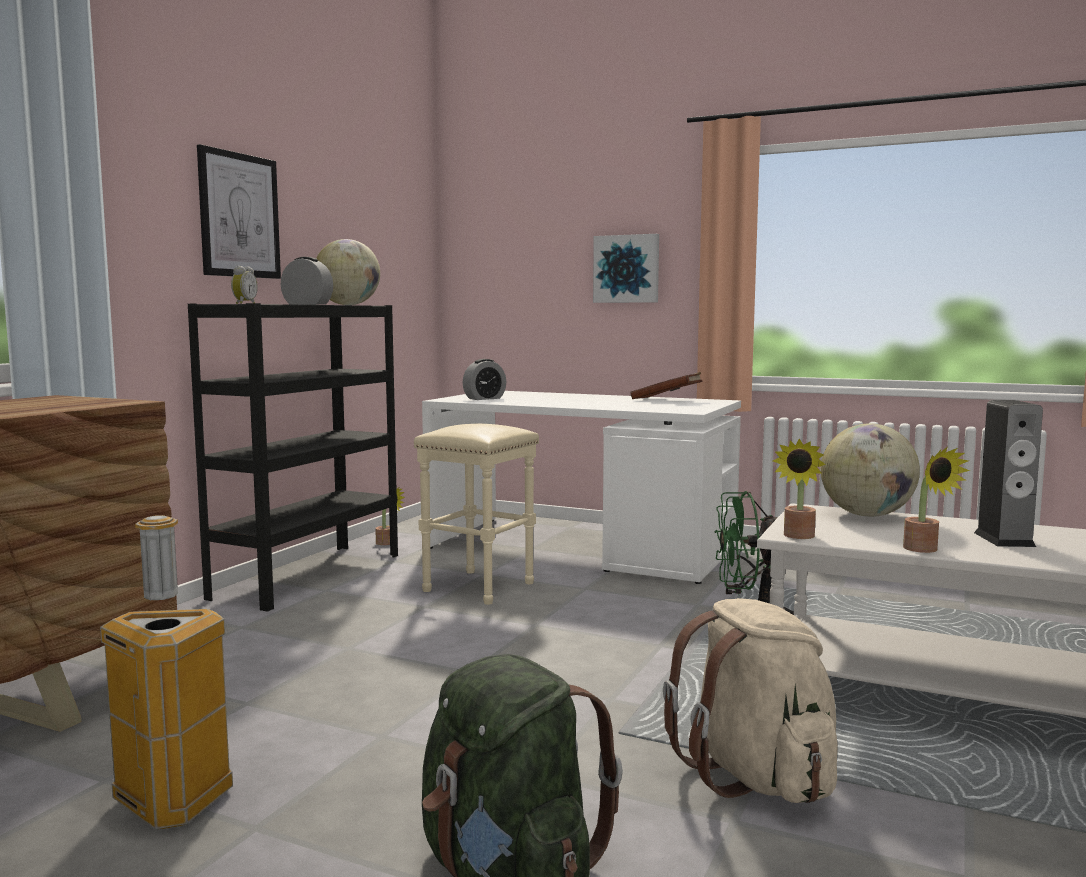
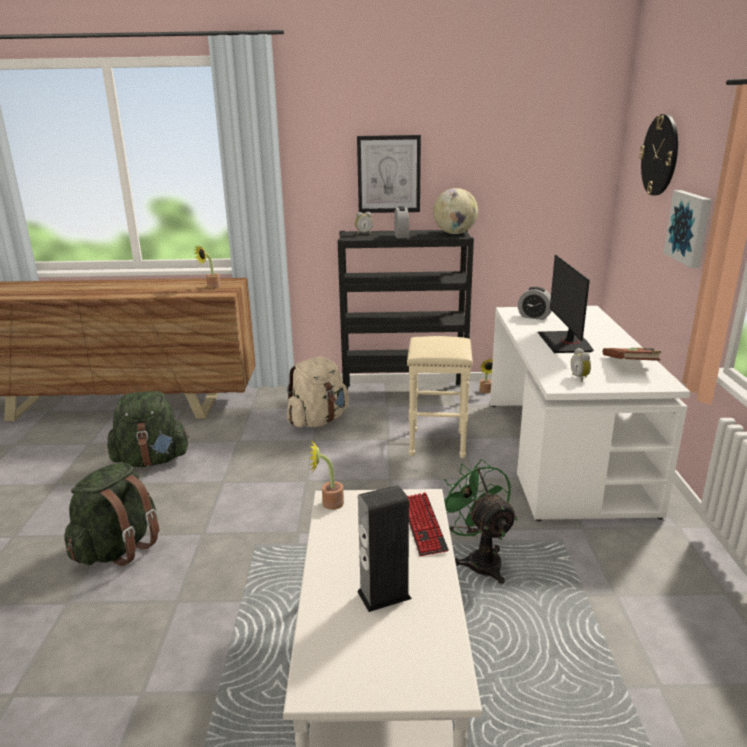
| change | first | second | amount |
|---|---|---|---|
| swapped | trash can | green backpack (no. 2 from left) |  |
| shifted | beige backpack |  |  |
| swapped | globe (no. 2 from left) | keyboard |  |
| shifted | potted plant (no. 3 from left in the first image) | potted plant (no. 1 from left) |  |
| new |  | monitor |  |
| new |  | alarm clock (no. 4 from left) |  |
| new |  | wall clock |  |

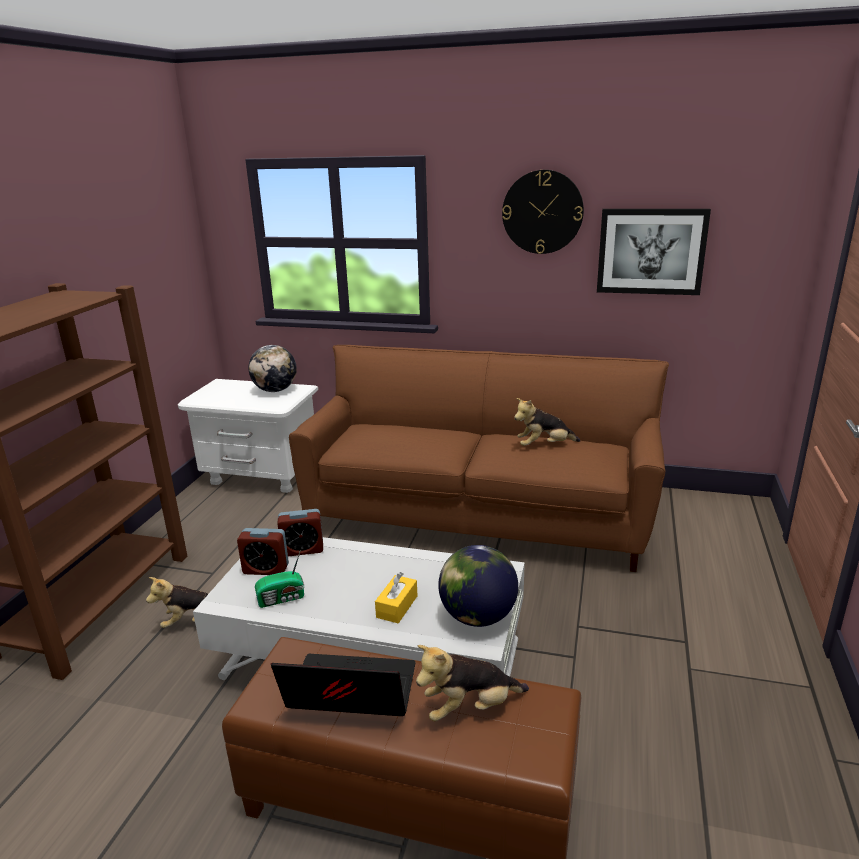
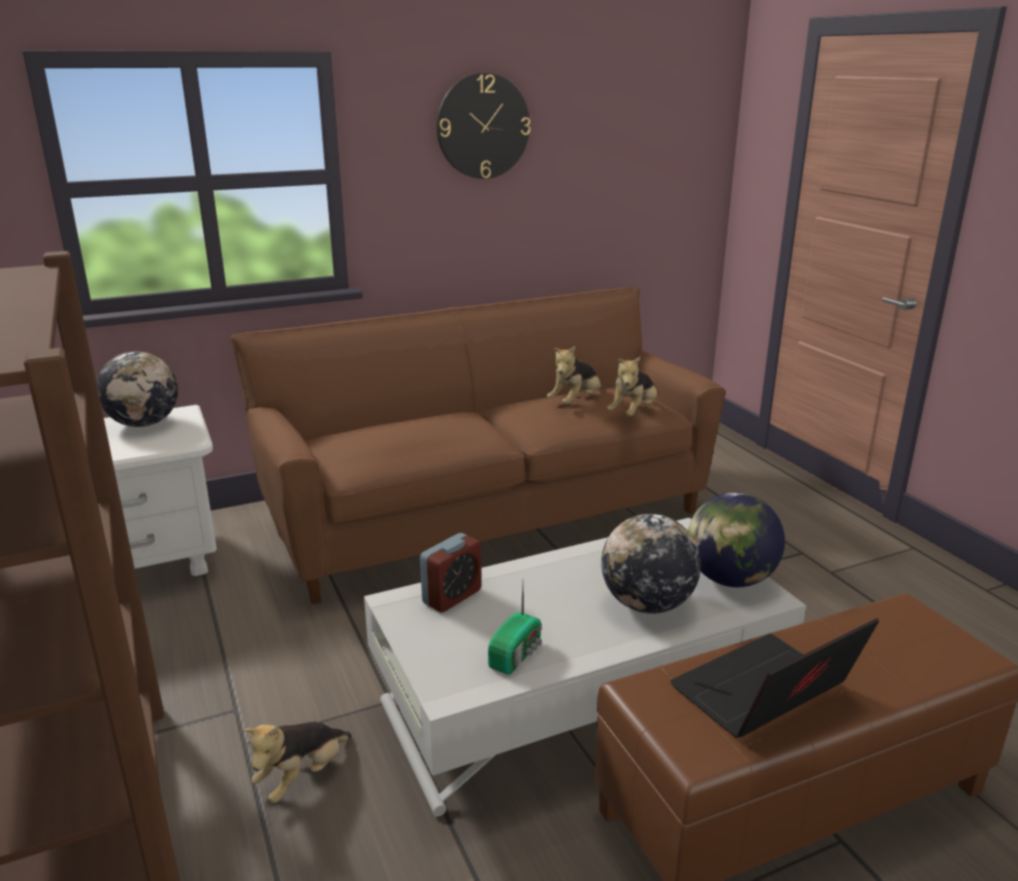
| change | first | second | amount |
|---|---|---|---|
| gone | alarm clock (no. 1 from left) |  |  |
| swapped | yellow tissue box | globe (no. 2 from left) |  |
| shifted | plush toy (no. 2 from left in the first image) | plush toy (no. 3 from left) |  |
| gone | picture |  |  |

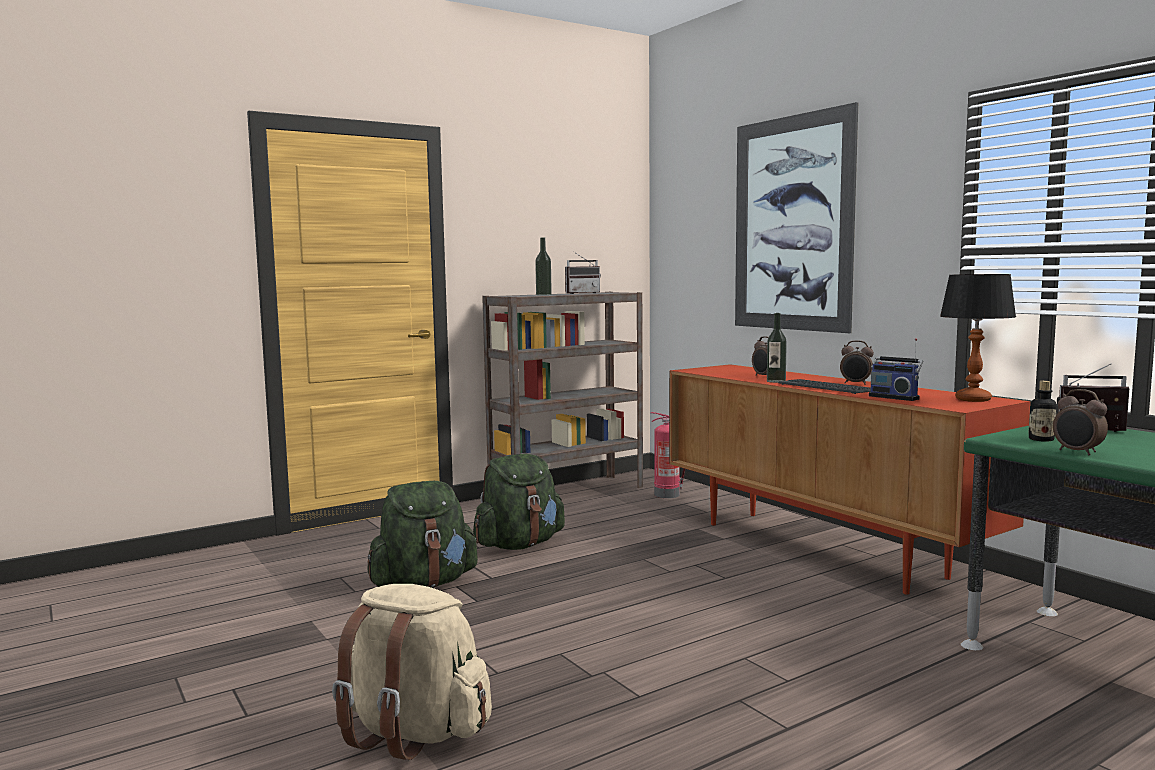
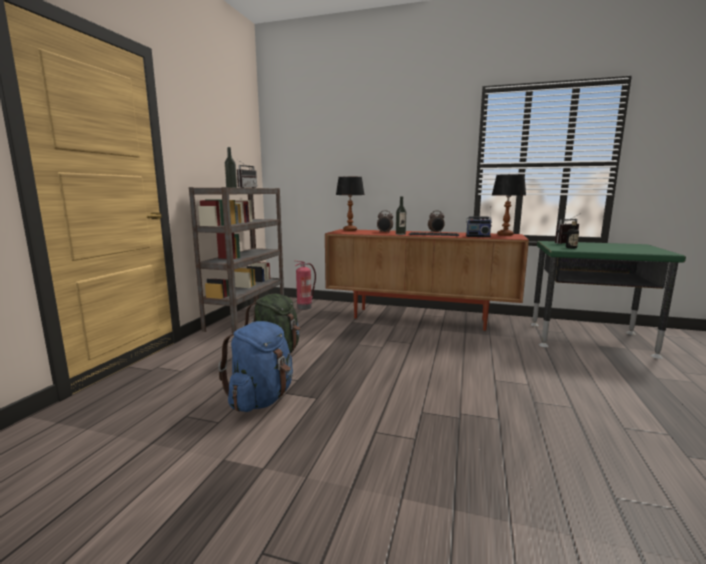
| change | first | second | amount |
|---|---|---|---|
| gone | beige backpack |  |  |
| repainted | green backpack (no. 1 from left) | blue backpack |  |
| gone | picture |  |  |
| gone | alarm clock (no. 3 from left) |  |  |
| new |  | table lamp (no. 1 from left) |  |

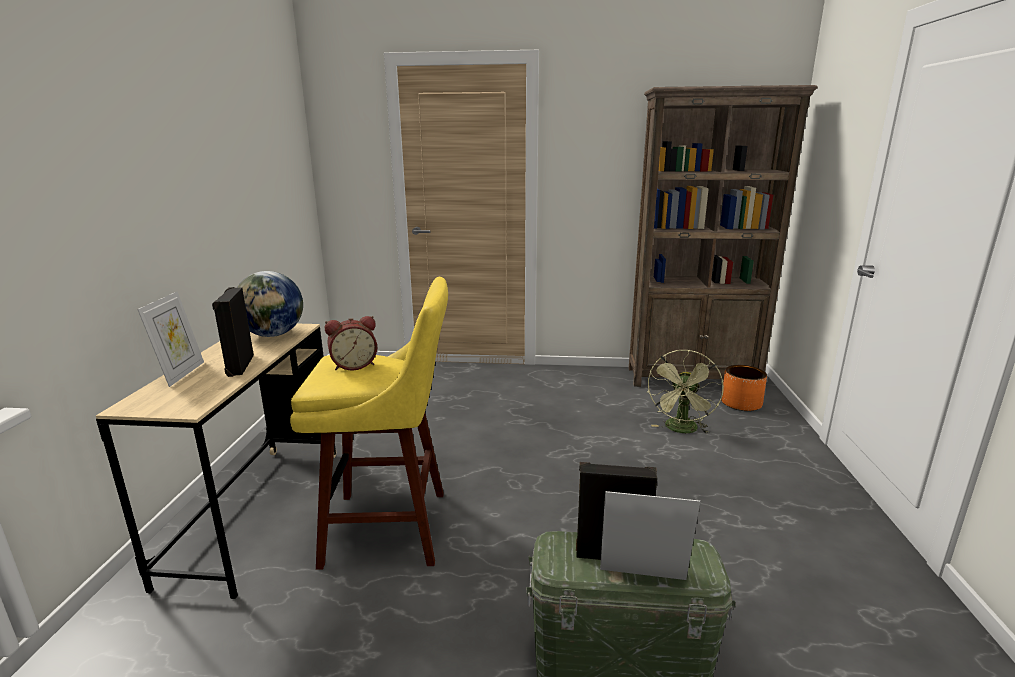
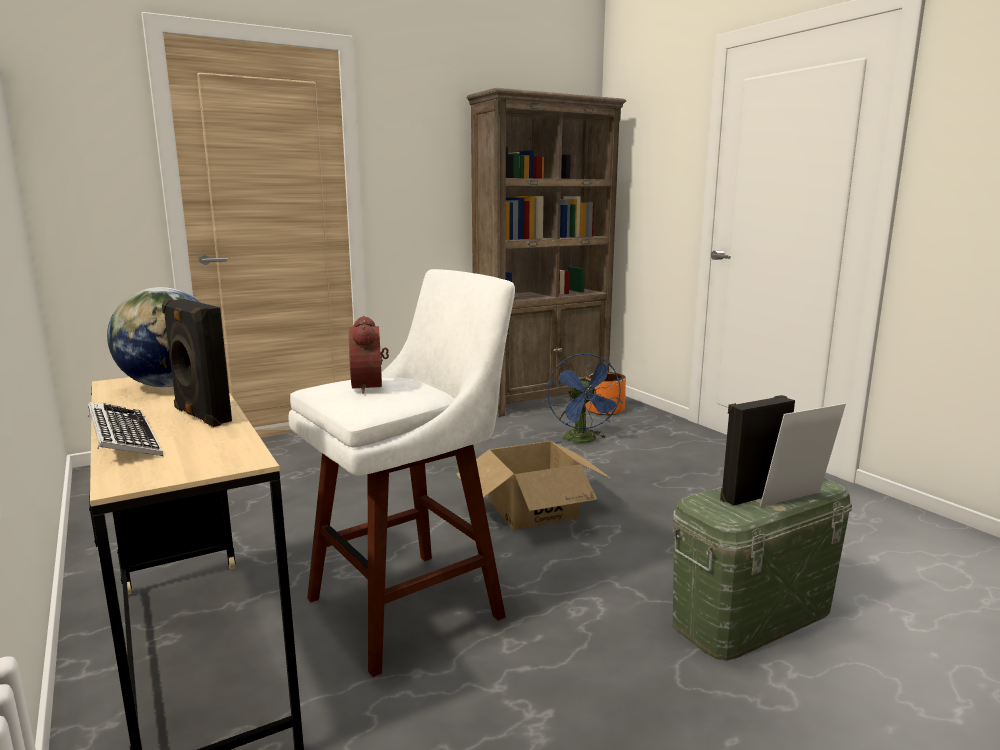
| change | first | second | amount |
|---|---|---|---|
| swapped | picture frame (no. 1 from left) | keyboard |  |
| repainted | yellow stool | white stool |  |
| rotated | alarm clock |  | 135 degrees clockwise |
| repainted | green fan | blue fan |  |
| new |  | cardboard box |  |

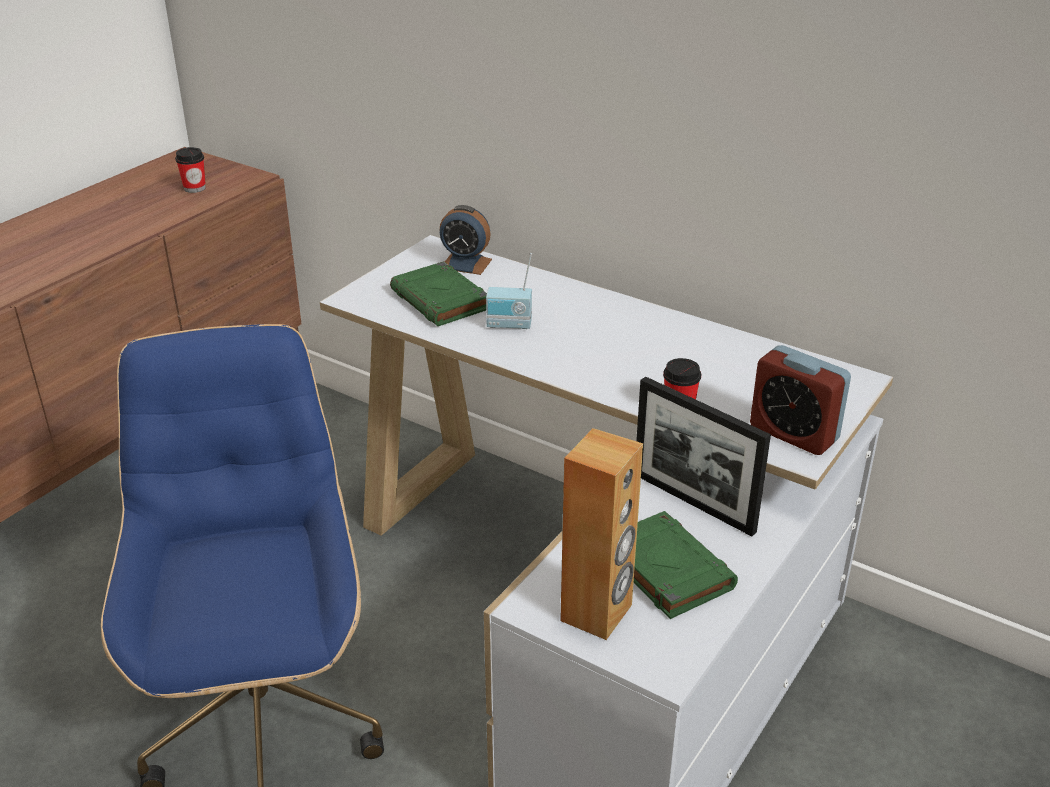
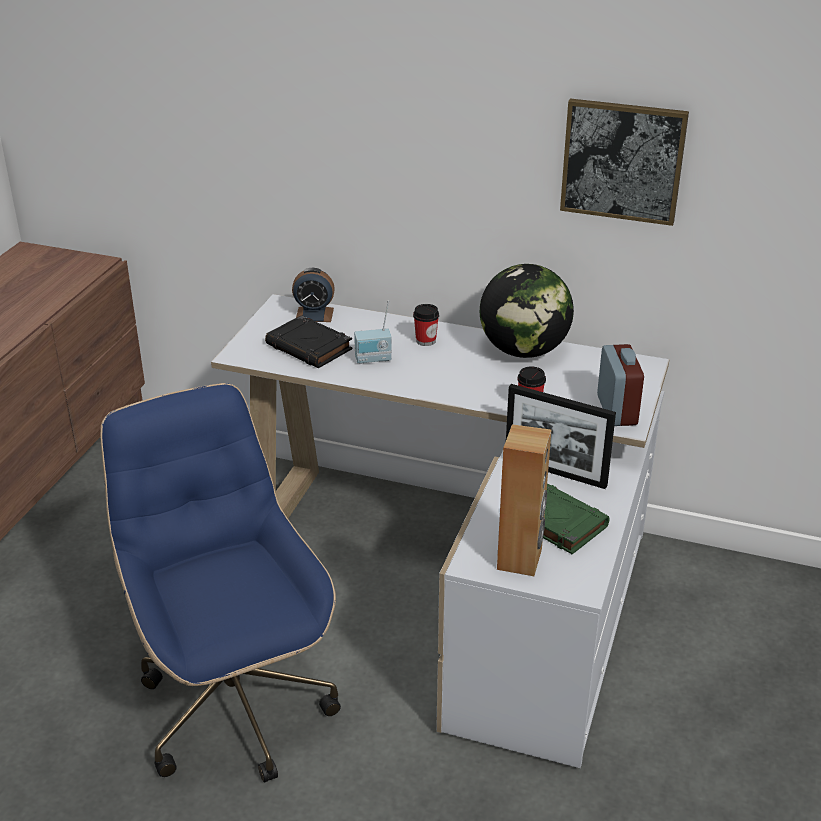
| change | first | second | amount |
|---|---|---|---|
| shifted | cup (no. 1 from left) |  |  |
| repainted | green book (no. 1 from left) | black book |  |
| rotated | alarm clock (no. 2 from left) |  | 120 degrees counterclockwise |
| new |  | globe |  |
| new |  | picture |  |

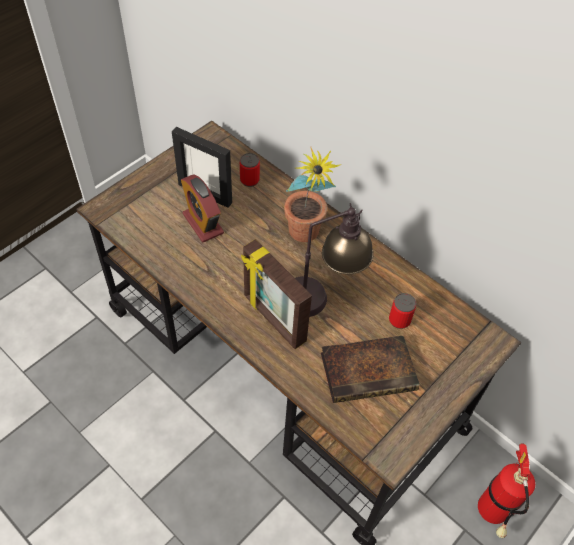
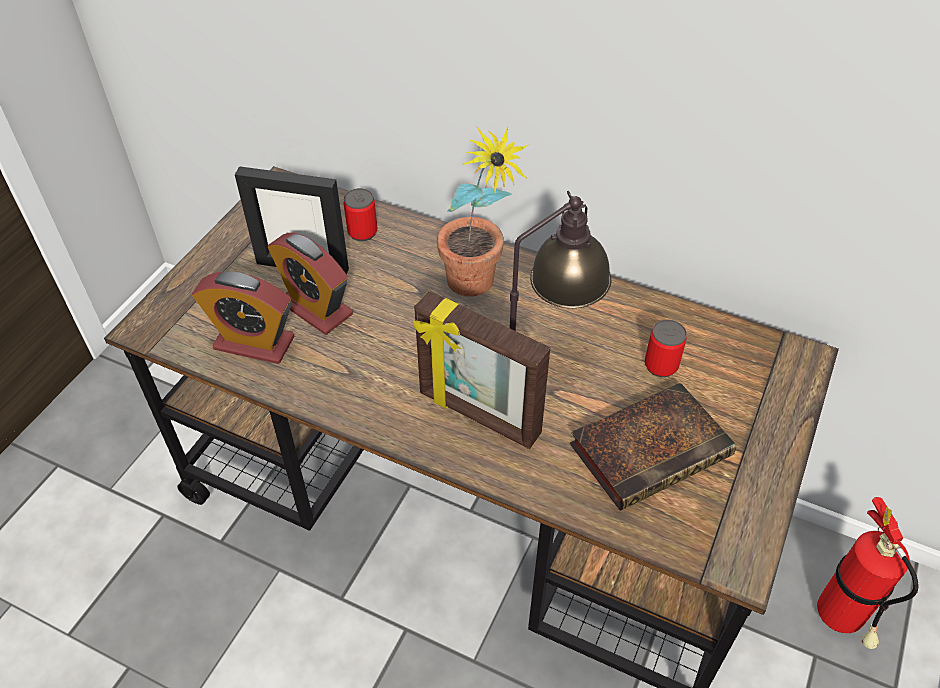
| change | first | second | amount |
|---|---|---|---|
| new |  | alarm clock (no. 1 from left) |  |

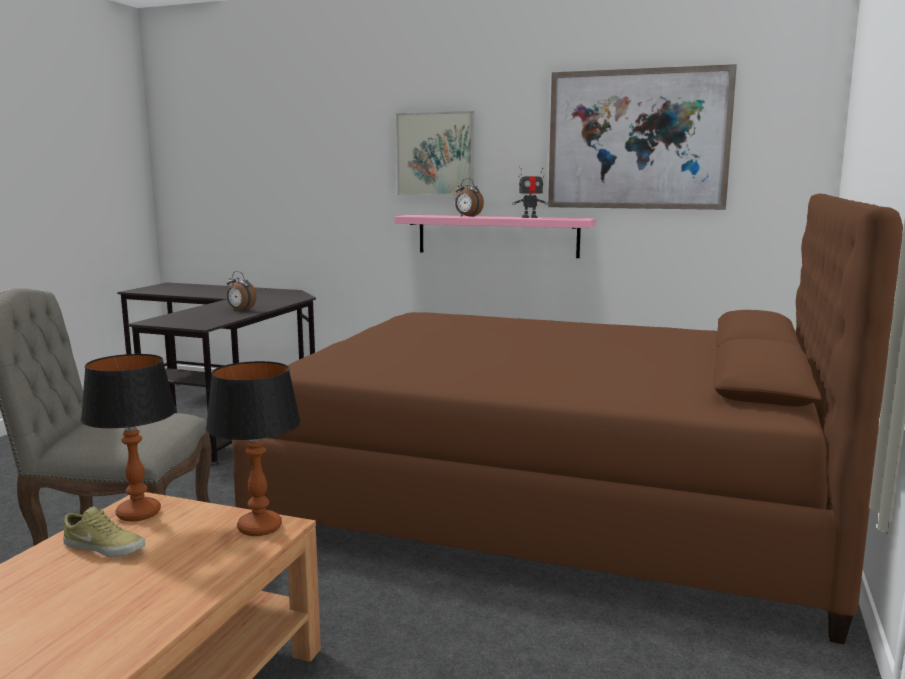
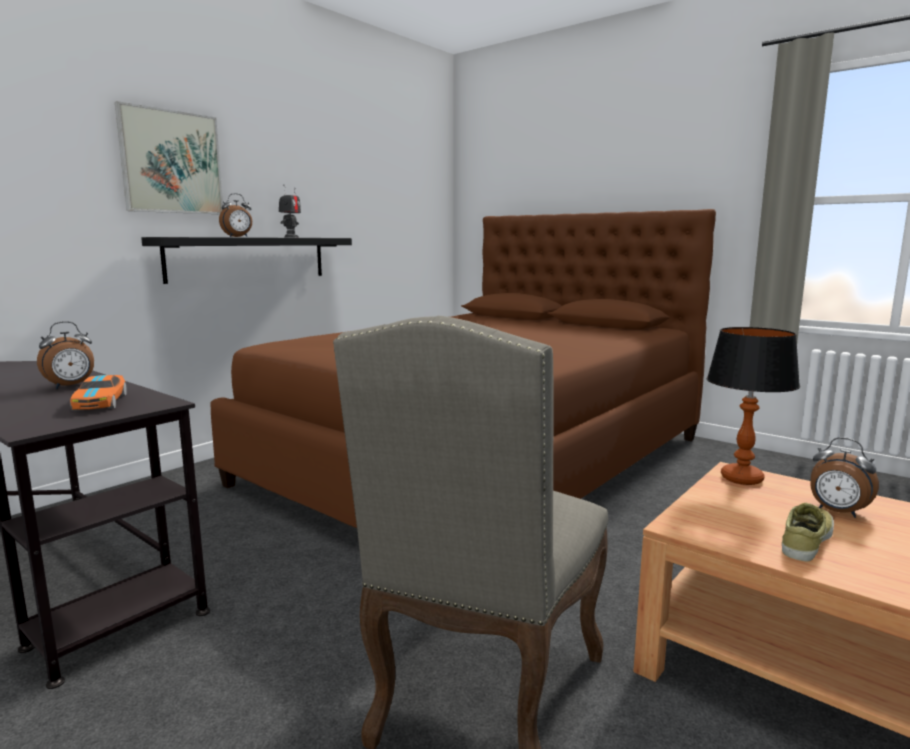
| change | first | second | amount |
|---|---|---|---|
| gone | table lamp (no. 1 from left) |  |  |
| repainted | pink shelf | black shelf |  |
| gone | picture (no. 2 from left) |  |  |
| new |  | toy car |  |
| new |  | alarm clock (no. 3 from left) |  |

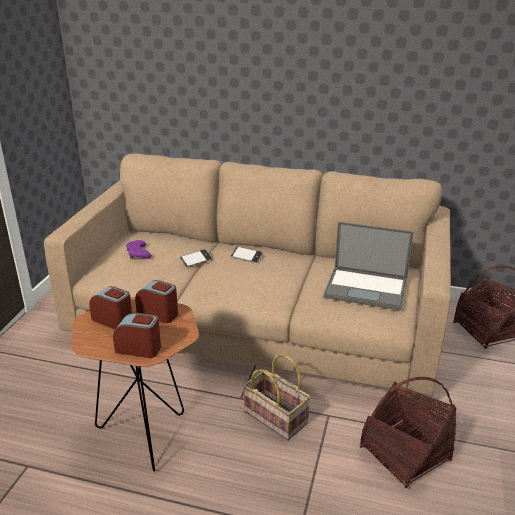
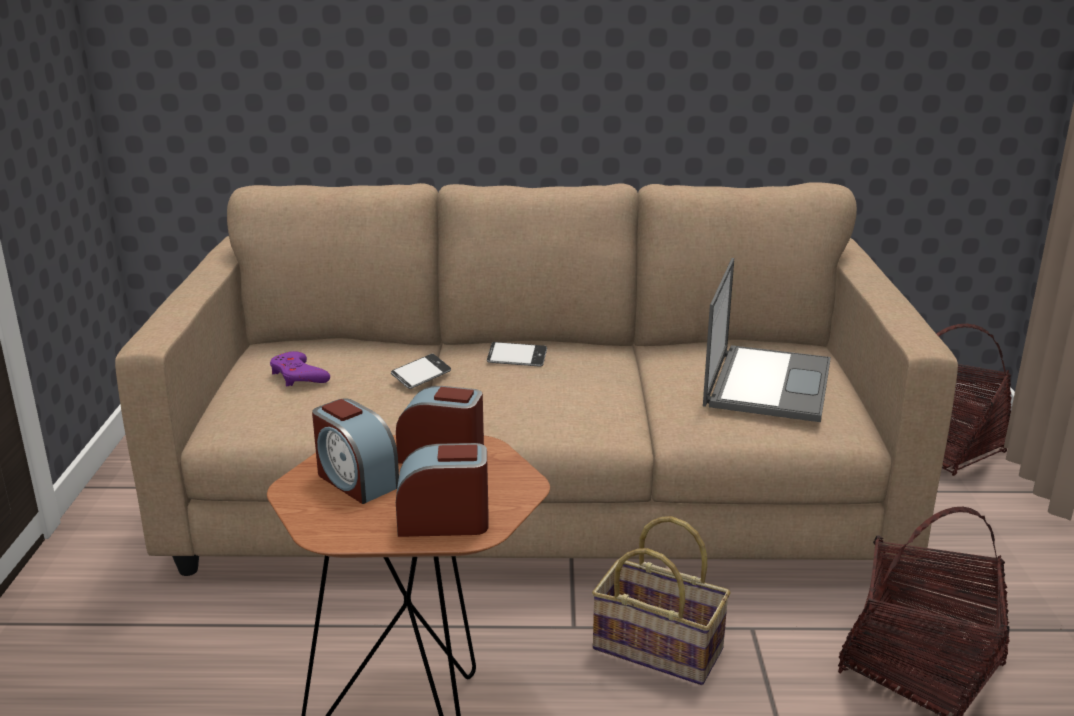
| change | first | second | amount |
|---|---|---|---|
| rotated | alarm clock (no. 1 from left) |  | 150 degrees counterclockwise |
| rotated | laptop |  | 75 degrees counterclockwise |

